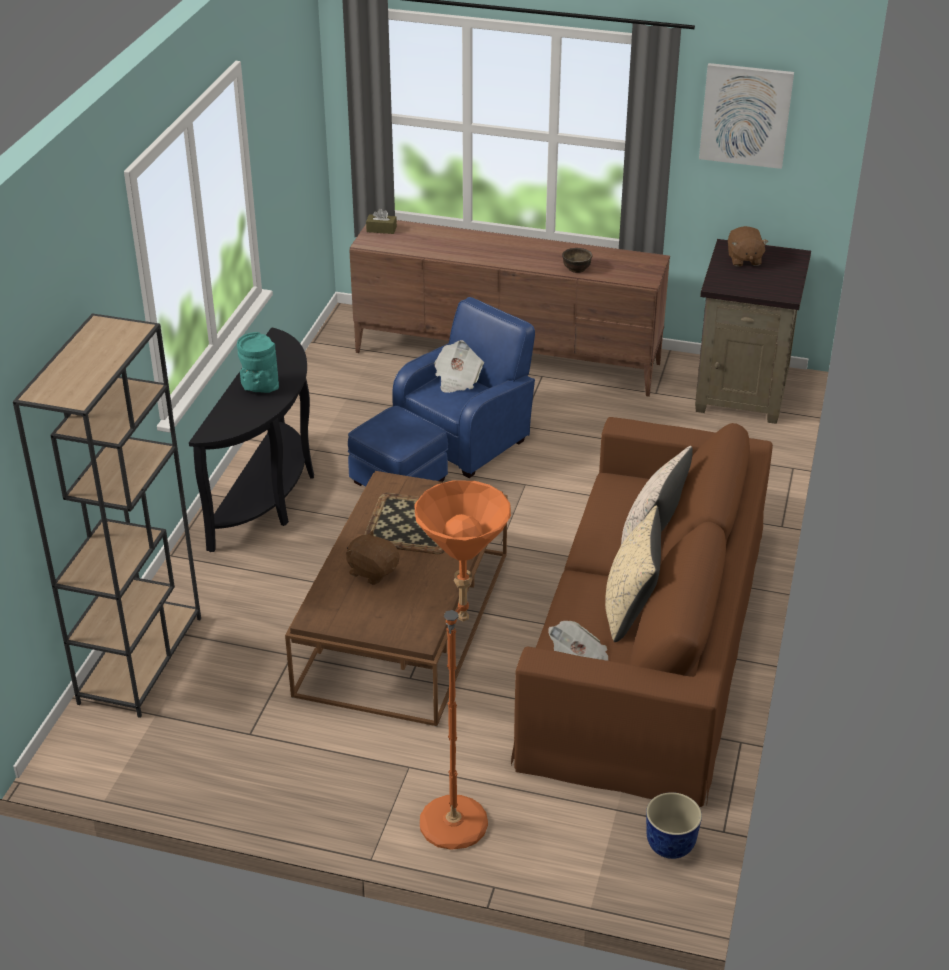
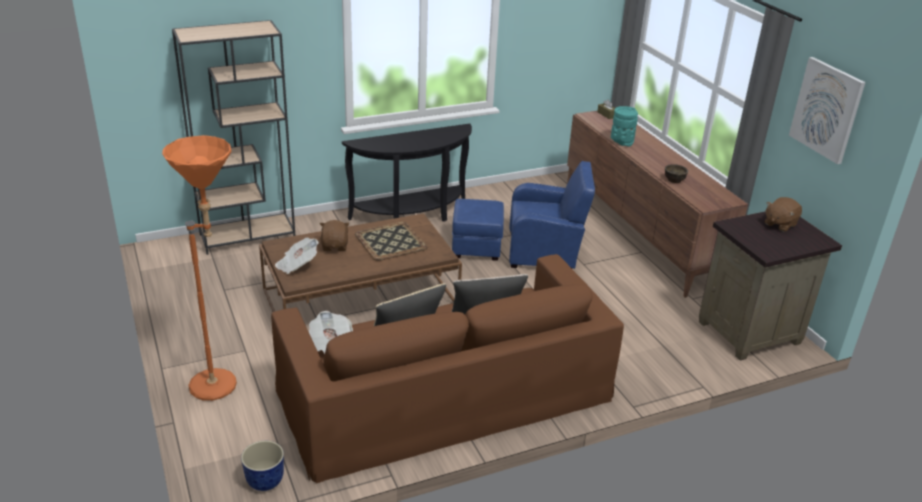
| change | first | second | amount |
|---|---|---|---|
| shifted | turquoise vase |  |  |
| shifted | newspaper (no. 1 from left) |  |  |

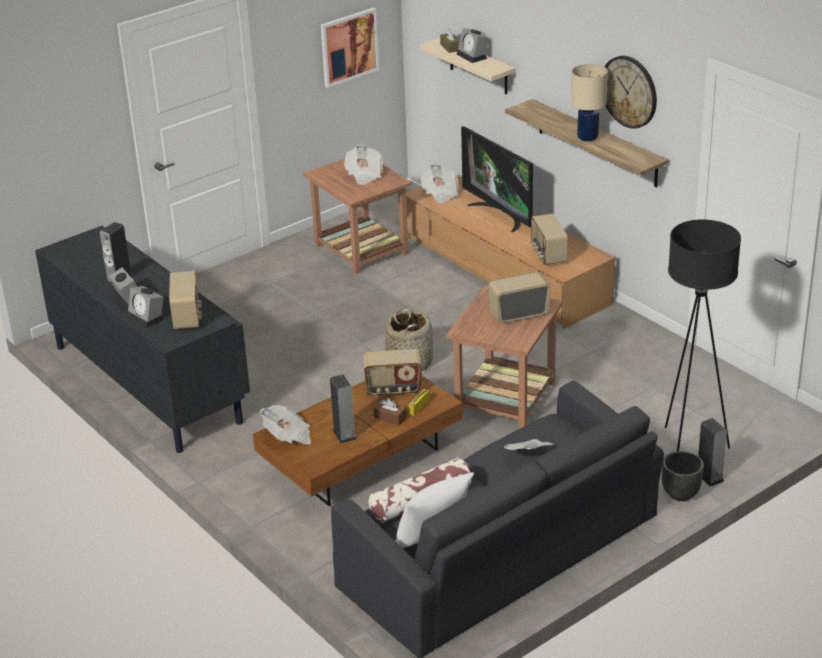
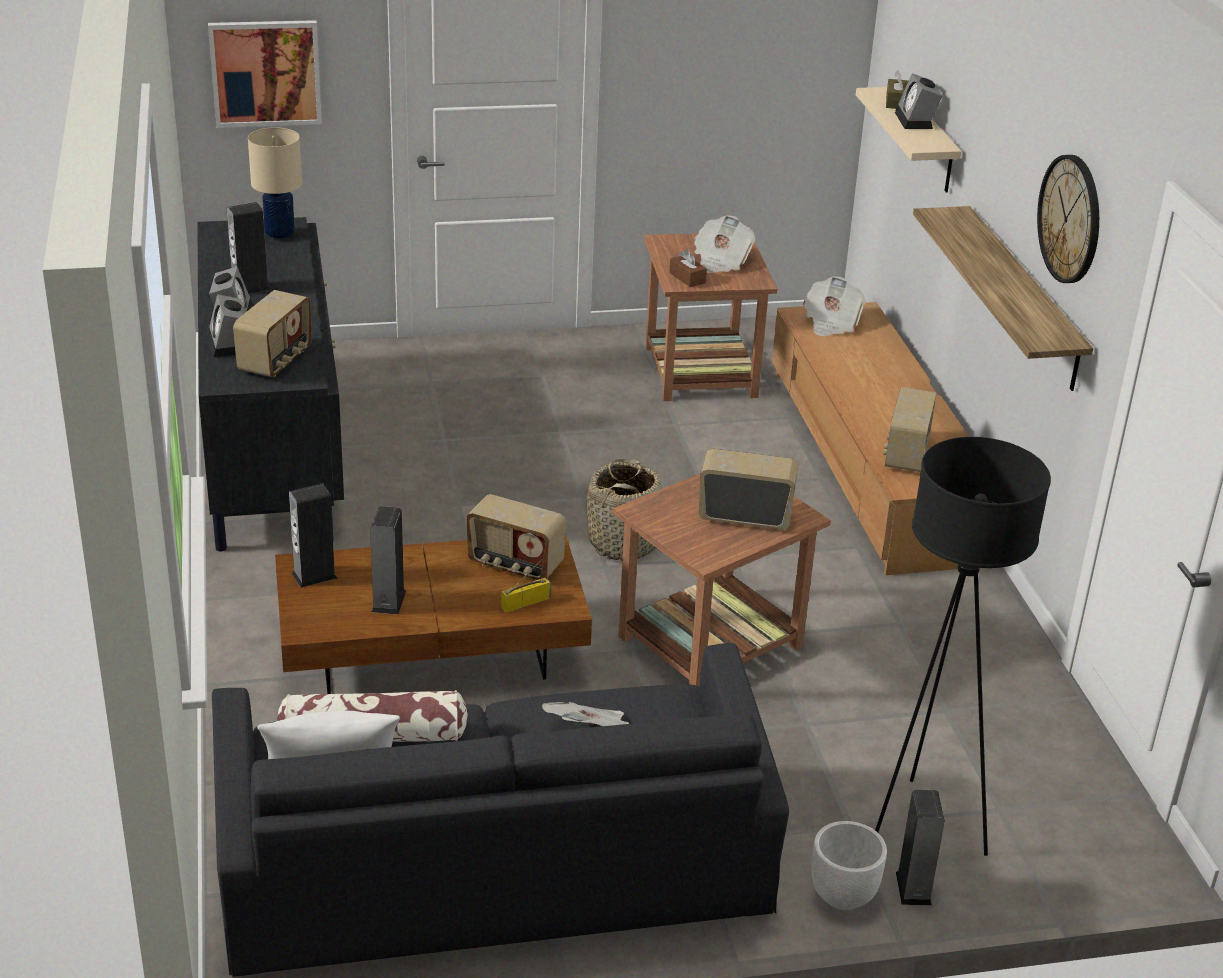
| change | first | second | amount |
|---|---|---|---|
| swapped | newspaper (no. 1 from left) | speaker (no. 2 from left) |  |
| shifted | picture |  |  |
| shifted | brown tissue box (no. 1 from left) |  |  |
| gone | television |  |  |
| shifted | beige table lamp |  |  |
| repainted | black planter | white planter |  |

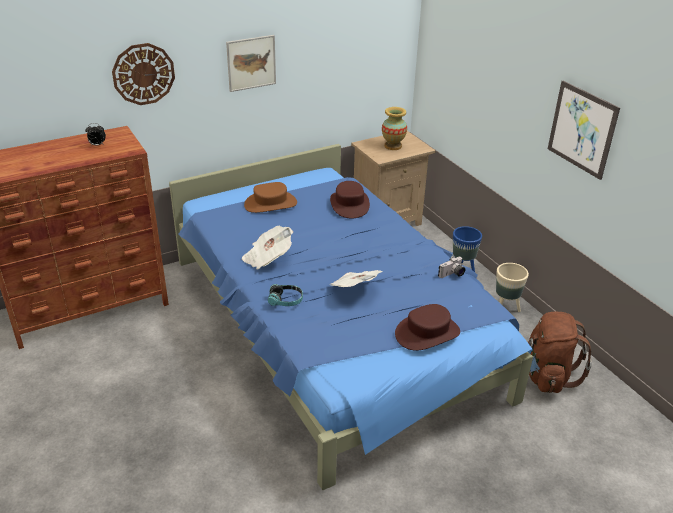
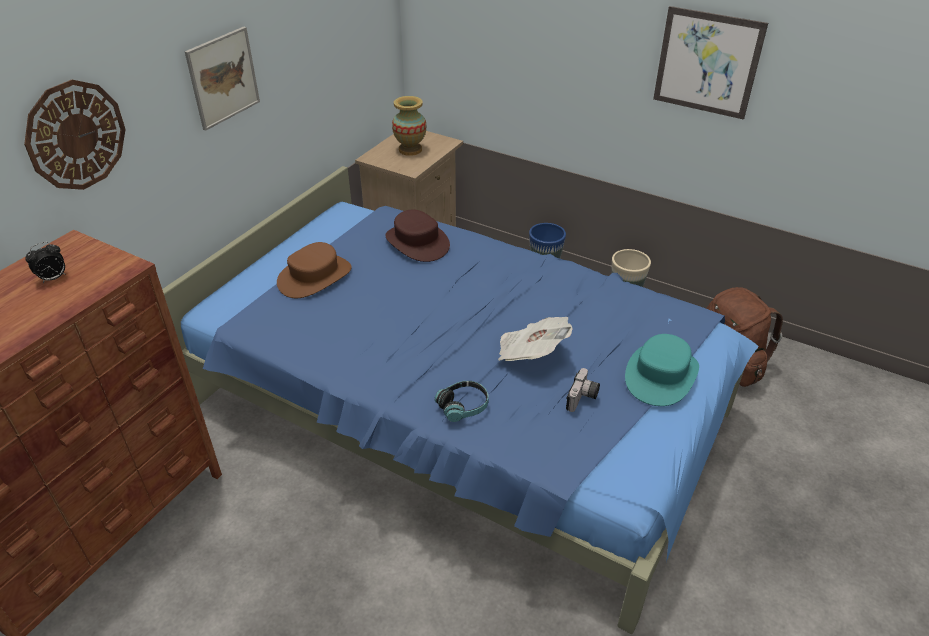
| change | first | second | amount |
|---|---|---|---|
| gone | newspaper (no. 1 from left) |  |  |
| repainted | brown hat (no. 3 from left) | turquoise hat |  |
| shifted | photo camera |  |  |

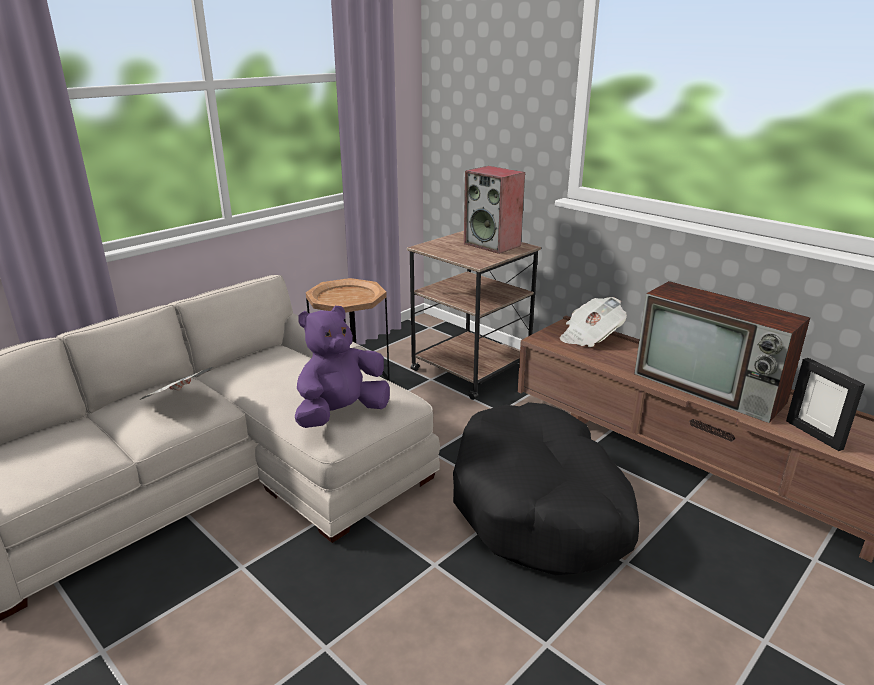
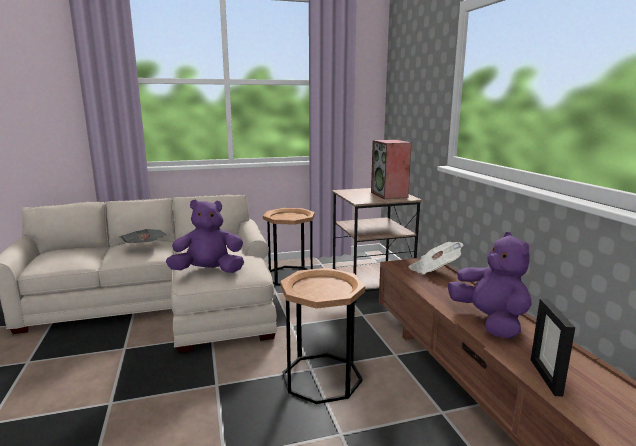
| change | first | second | amount |
|---|---|---|---|
| swapped | black dog bed | brown side table (no. 2 from left) |  |
| swapped | television | purple plush toy (no. 2 from left) |  |

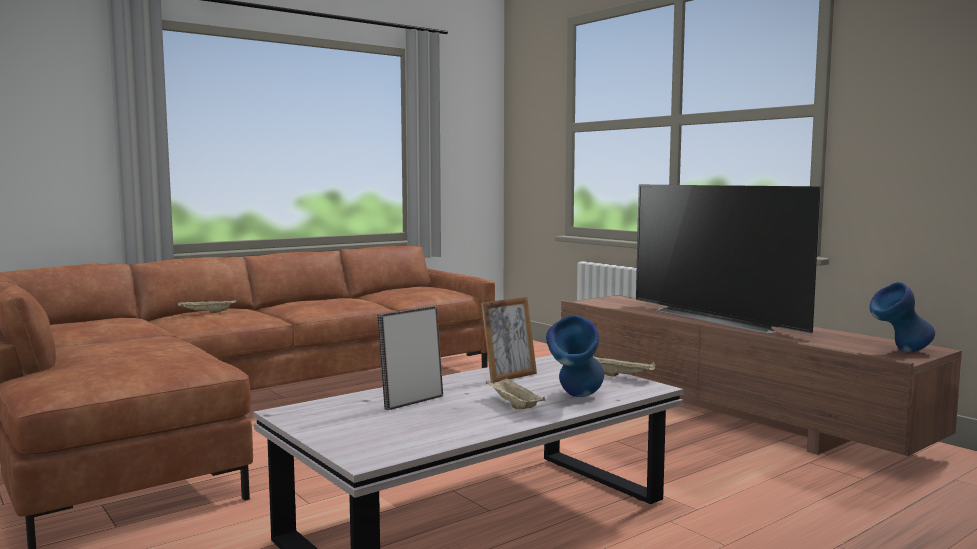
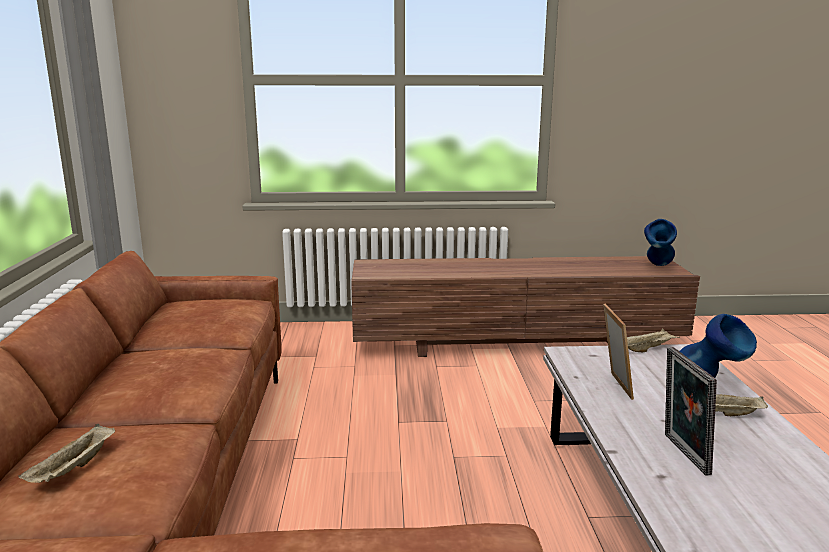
| change | first | second | amount |
|---|---|---|---|
| gone | television |  |  |

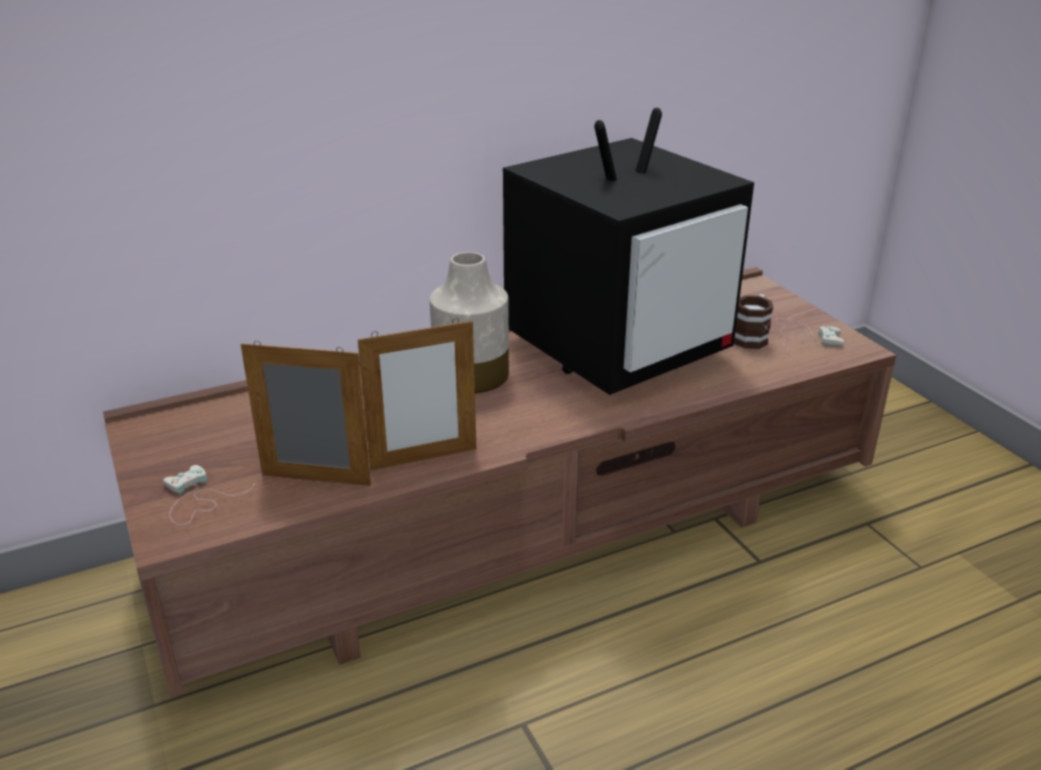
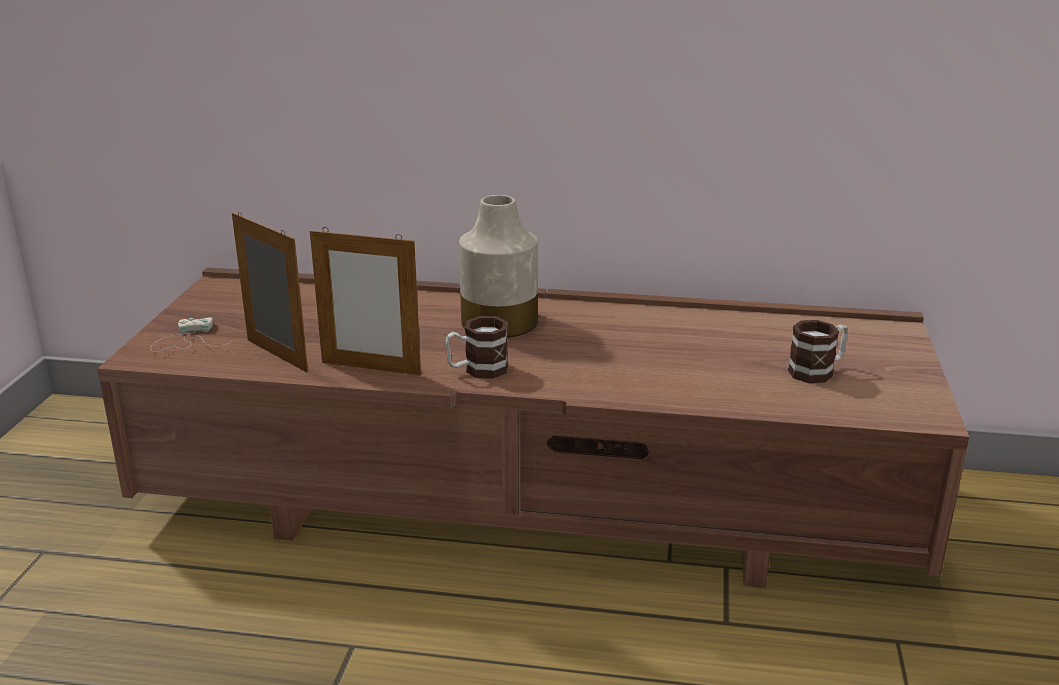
| change | first | second | amount |
|---|---|---|---|
| gone | television |  |  |
| gone | white game controller (no. 2 from left) |  |  |
| new |  | mug (no. 1 from left) |  |

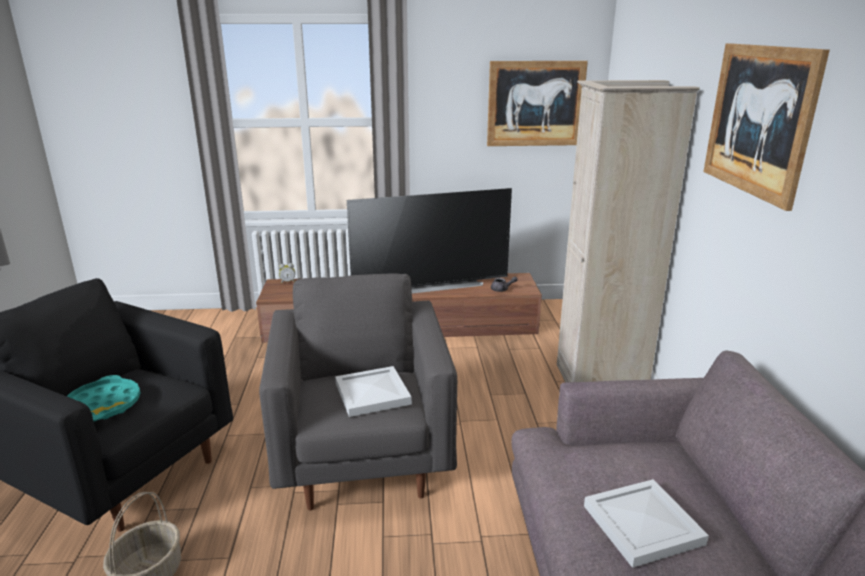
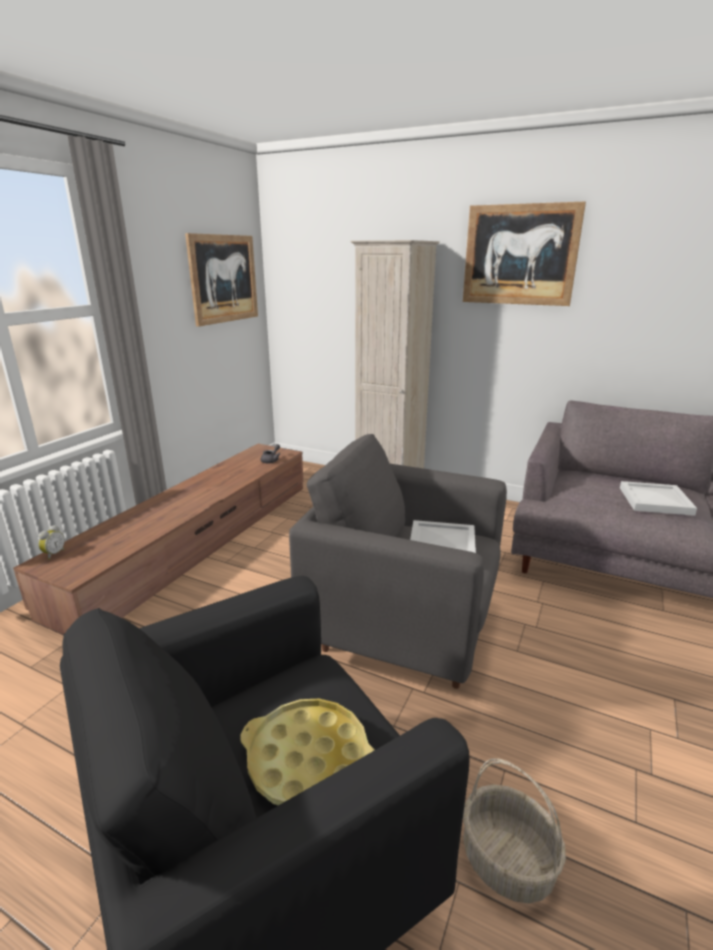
| change | first | second | amount |
|---|---|---|---|
| repainted | turquoise tray | yellow tray |  |
| gone | television |  |  |

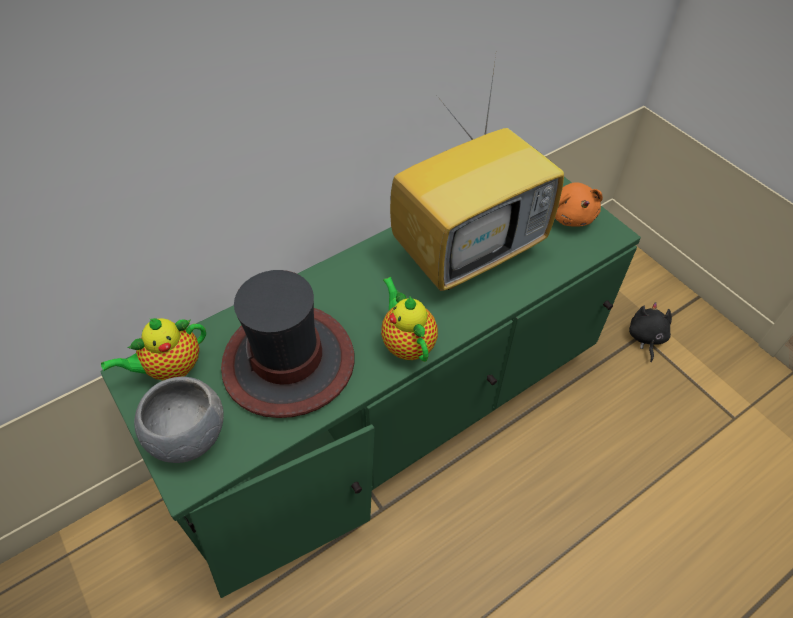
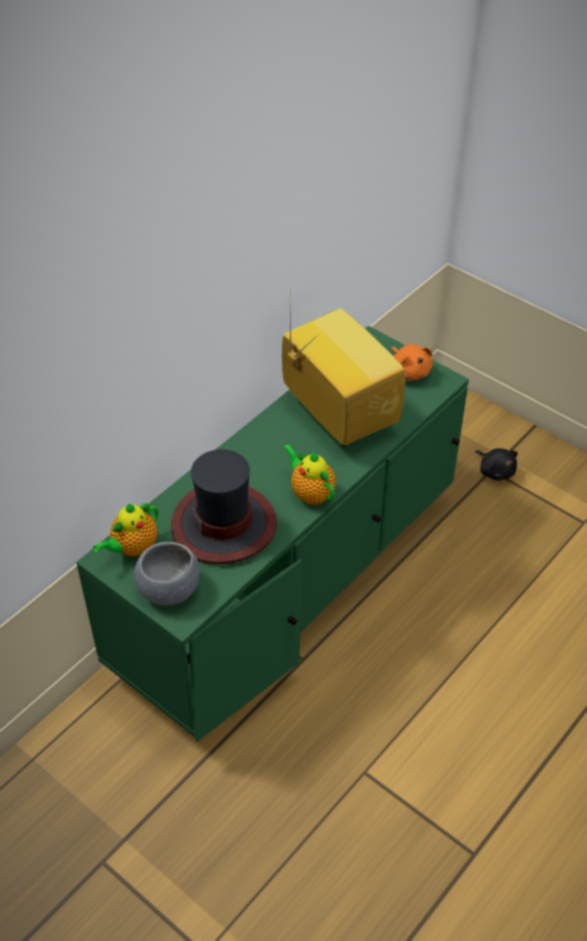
| change | first | second | amount |
|---|---|---|---|
| rotated | television |  | 75 degrees counterclockwise |
| rotated | black plush toy |  | 150 degrees clockwise |

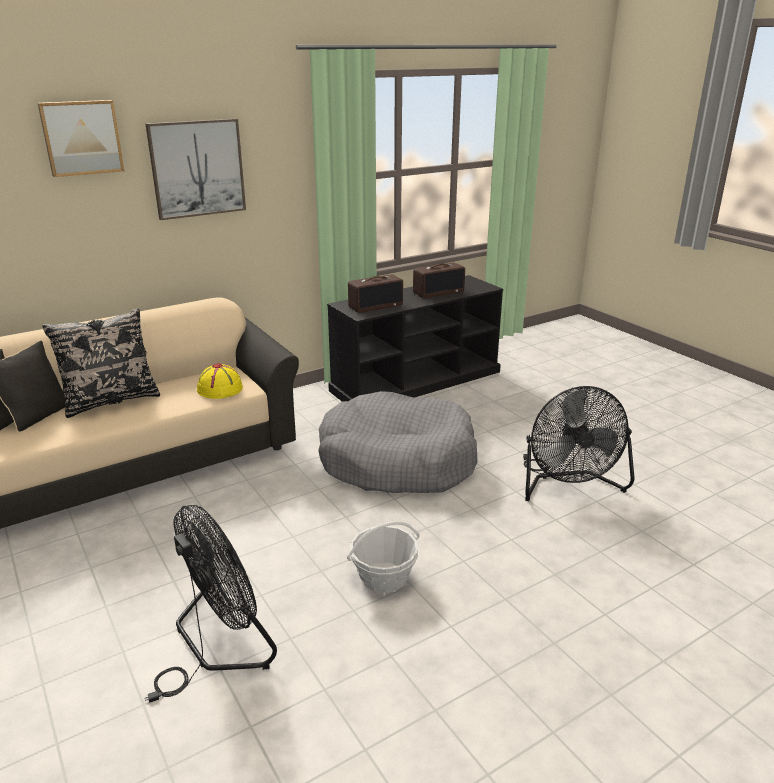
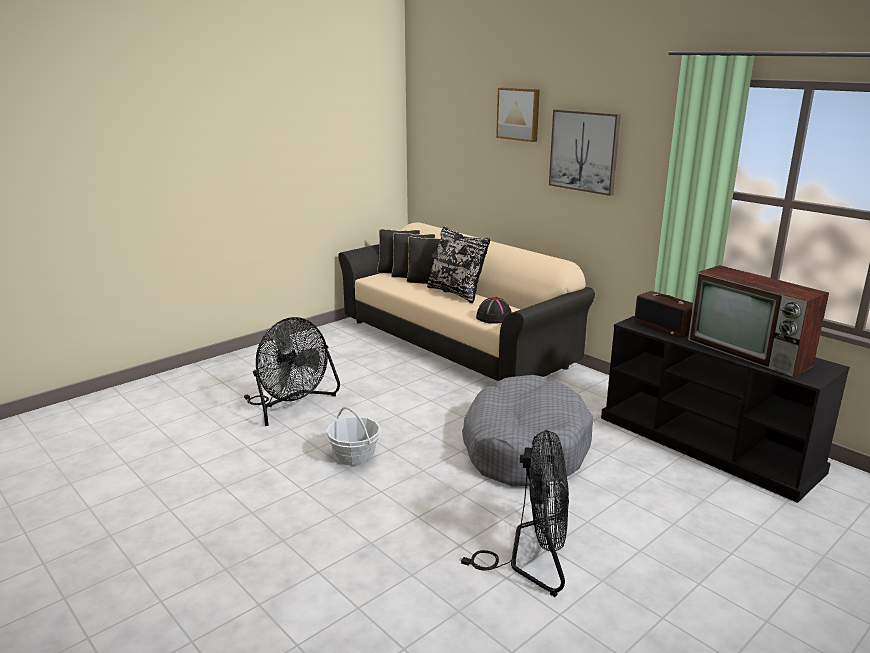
| change | first | second | amount |
|---|---|---|---|
| repainted | yellow hat | black hat |  |
| swapped | radio (no. 2 from left) | television |  |
| rotated | black fan (no. 2 from left) |  | 150 degrees counterclockwise |

